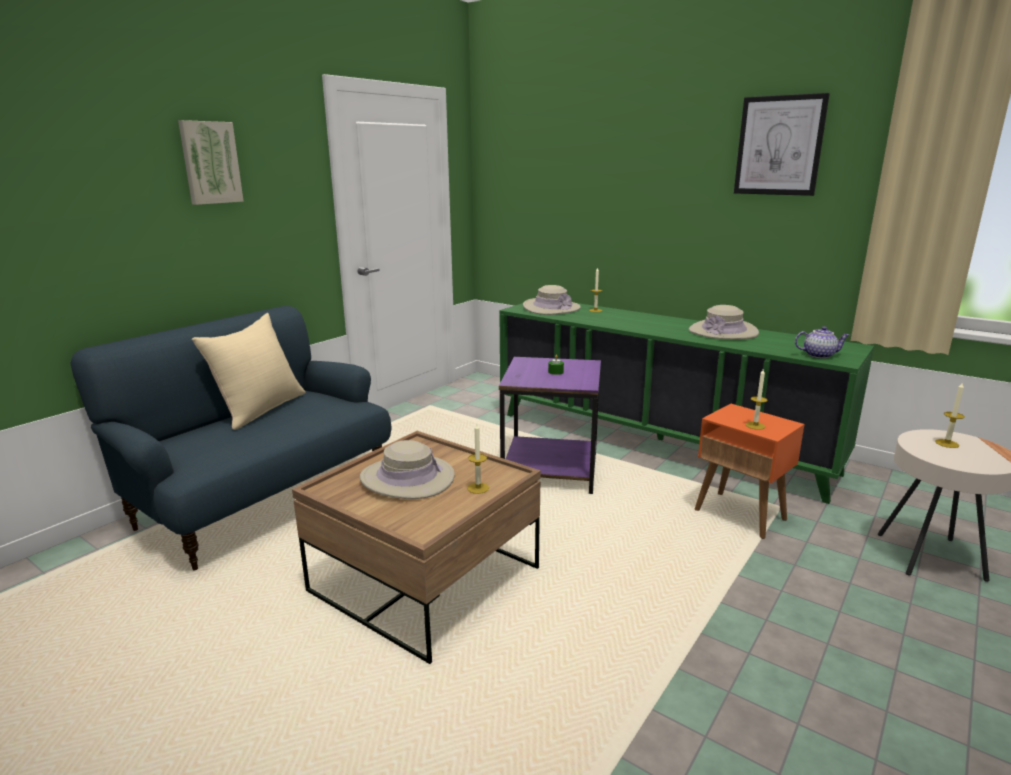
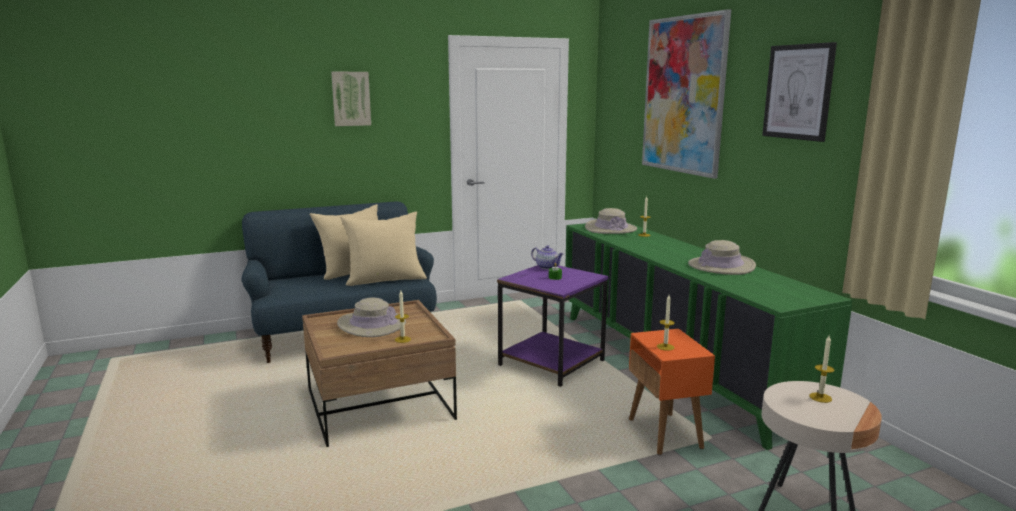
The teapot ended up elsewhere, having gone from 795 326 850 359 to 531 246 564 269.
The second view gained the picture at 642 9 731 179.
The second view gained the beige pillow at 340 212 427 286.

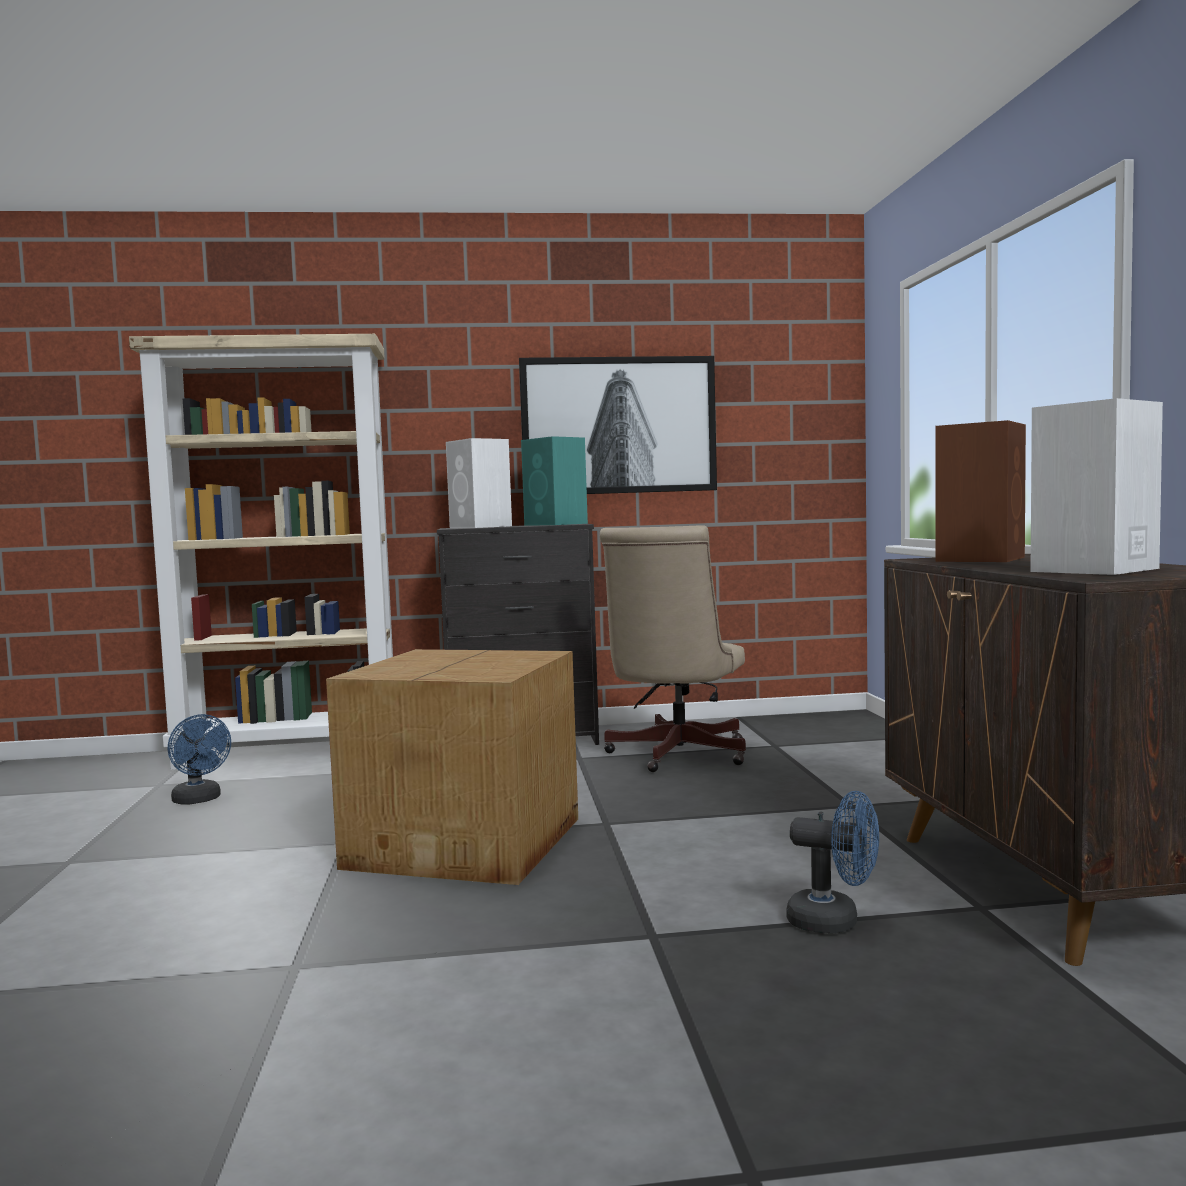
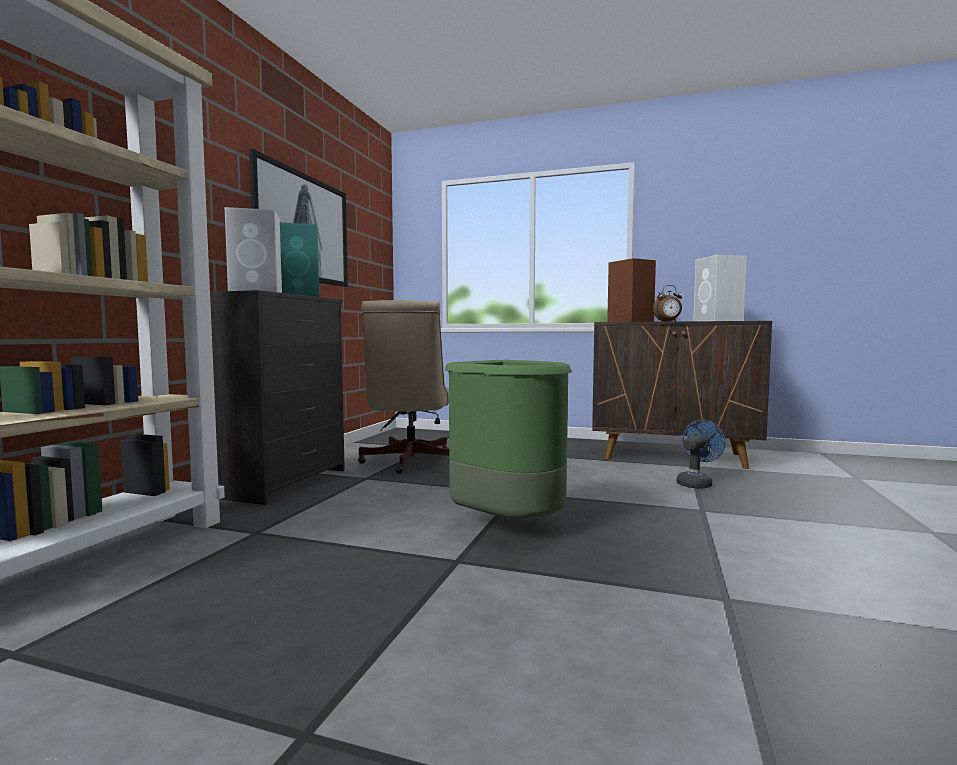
The beige office chair at 600 525 746 772 ended up facing another way, 45 degrees clockwise from before.
Where the cardboard box stood at 326 649 578 885, the green trash can came to stand at 445 360 572 519.
The second view lost the blue fan at 168 714 231 805.
The second view gained the alarm clock at 653 285 682 322.

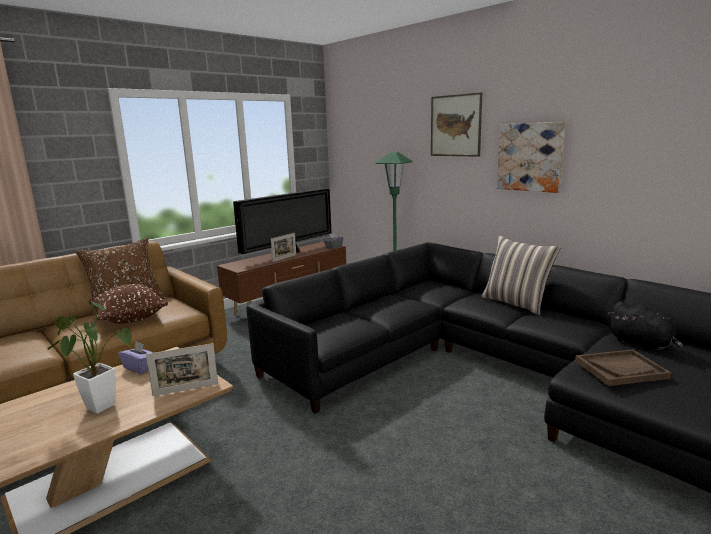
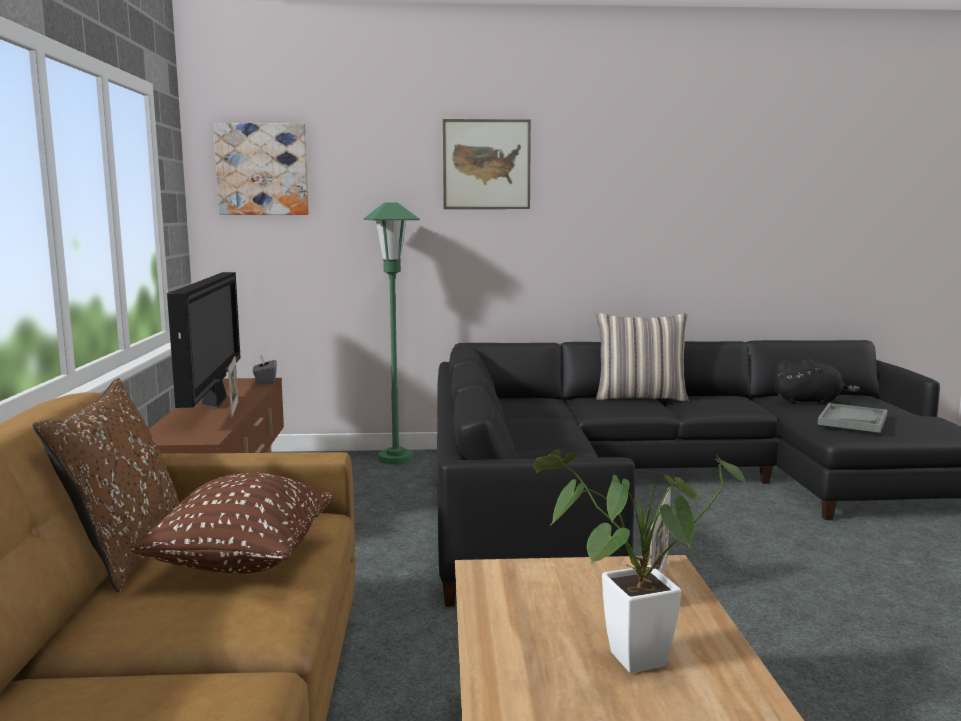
The picture ended up elsewhere, having gone from 497 122 565 193 to 213 123 309 215.
The second view lost the purple tissue box at 118 341 153 374.
What was the brown tray at 575 349 671 386 turned into the grey tray at 818 403 888 433.

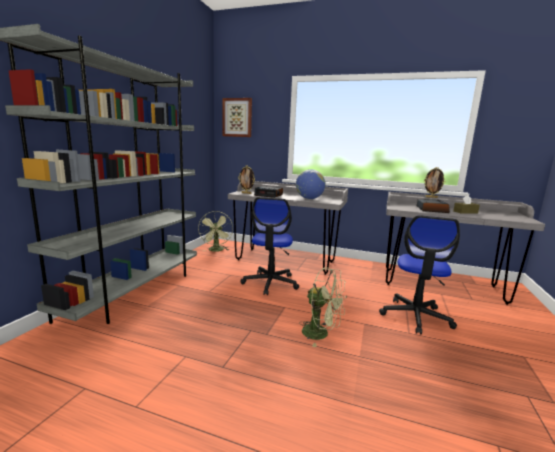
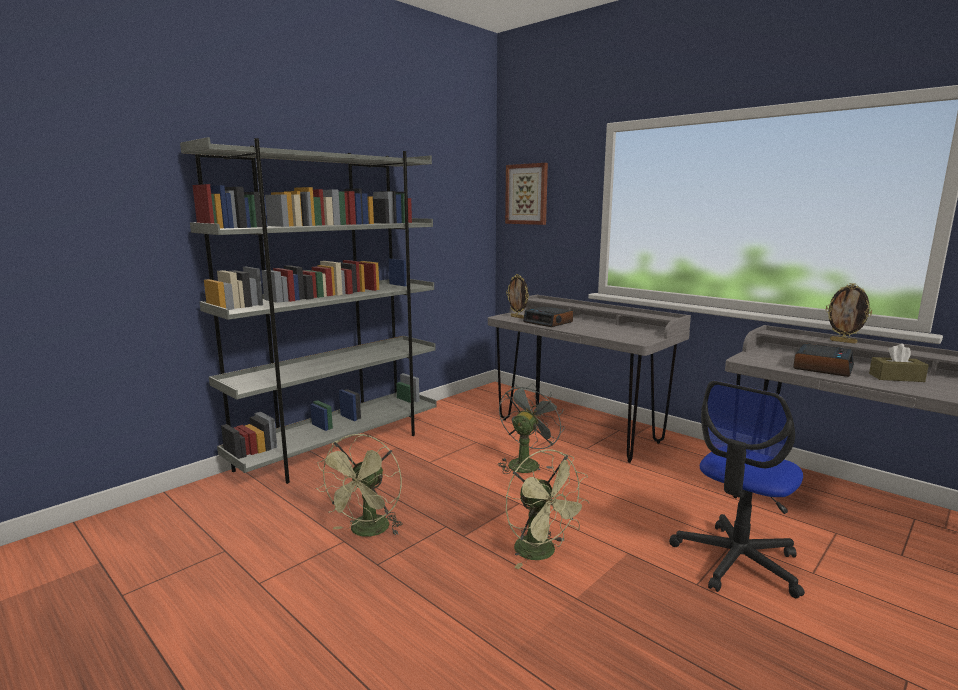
The second view lost the globe at 296 169 326 199.
Where the office chair stood at 240 197 299 295, the grey fan came to stand at 498 383 565 474.
The green fan ended up elsewhere, having gone from 198 211 233 252 to 316 434 403 537.

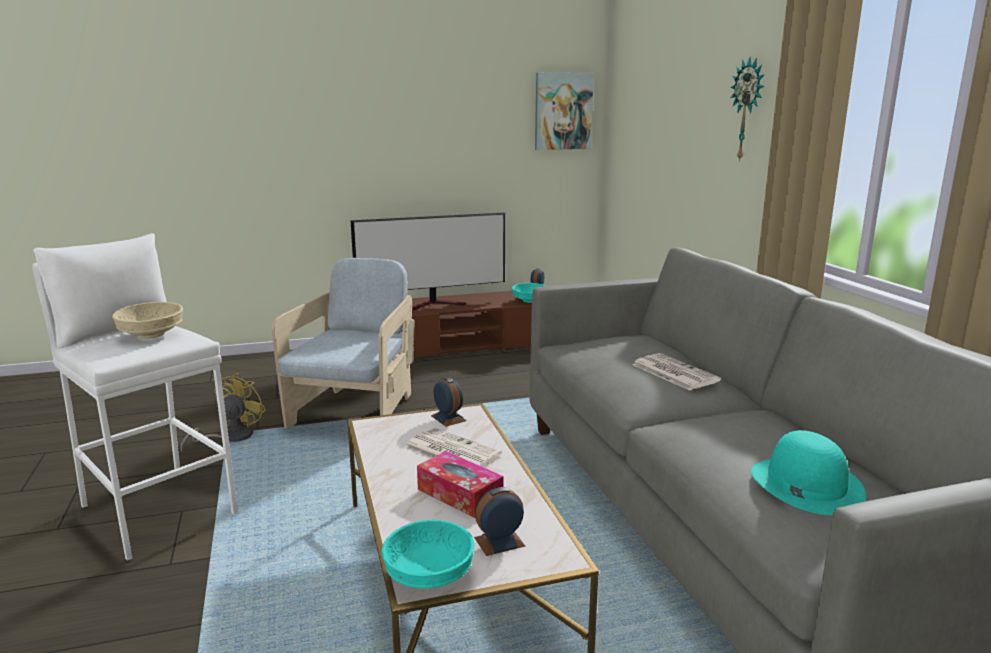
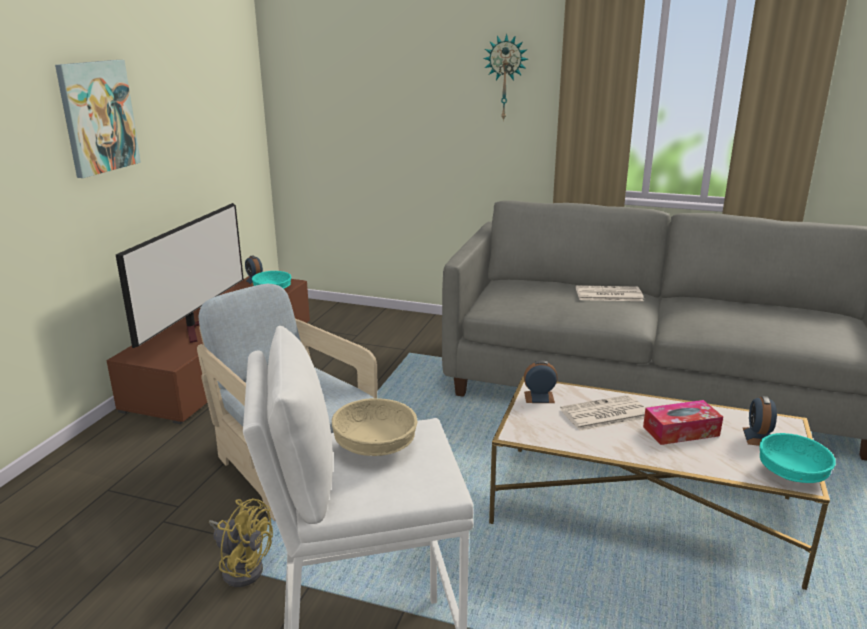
The picture ended up elsewhere, having gone from 535 73 594 150 to 55 60 141 178.
The yellow fan at 180 373 266 452 ended up facing another way, 150 degrees clockwise from before.
The second view lost the turquoise hat at 751 430 866 515.

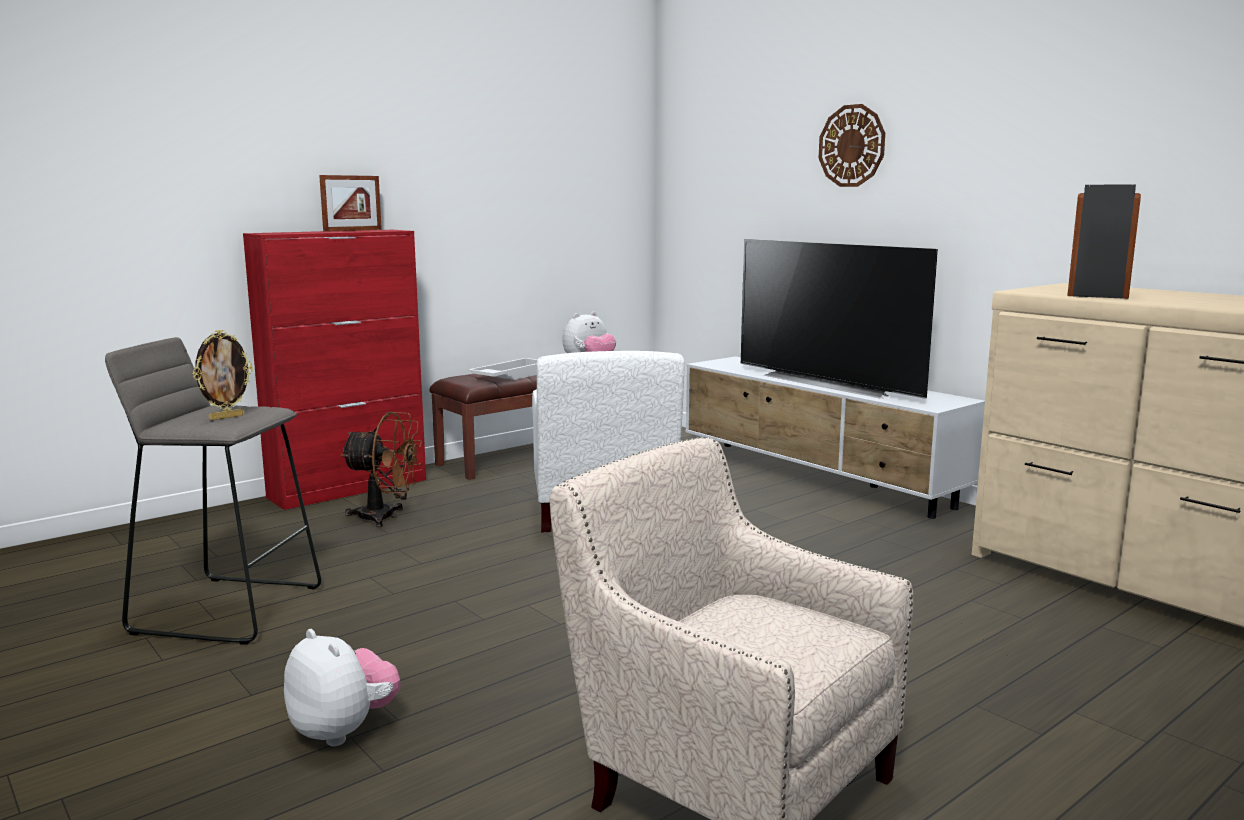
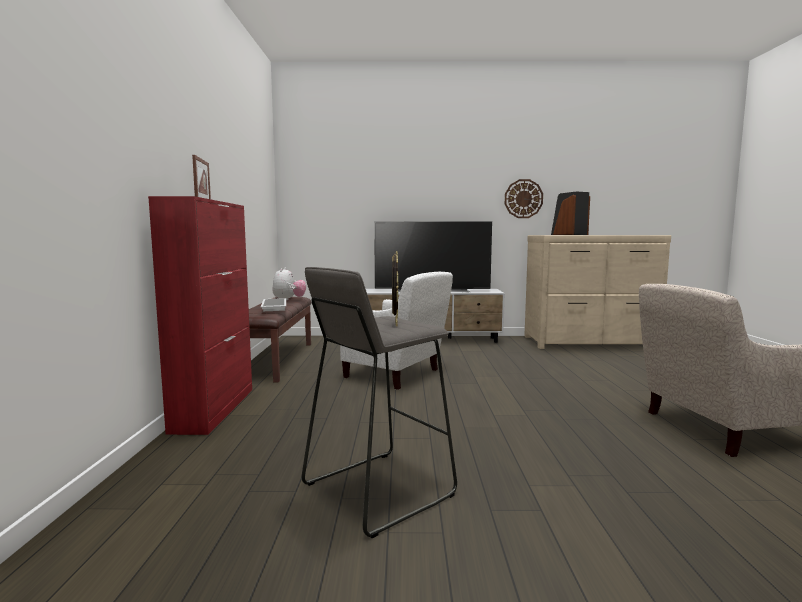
The wall clock ended up elsewhere, having gone from 819 104 885 187 to 505 179 543 218.
The second view lost the brown fan at 340 412 422 527.
The second view lost the plush toy at 284 629 401 746.

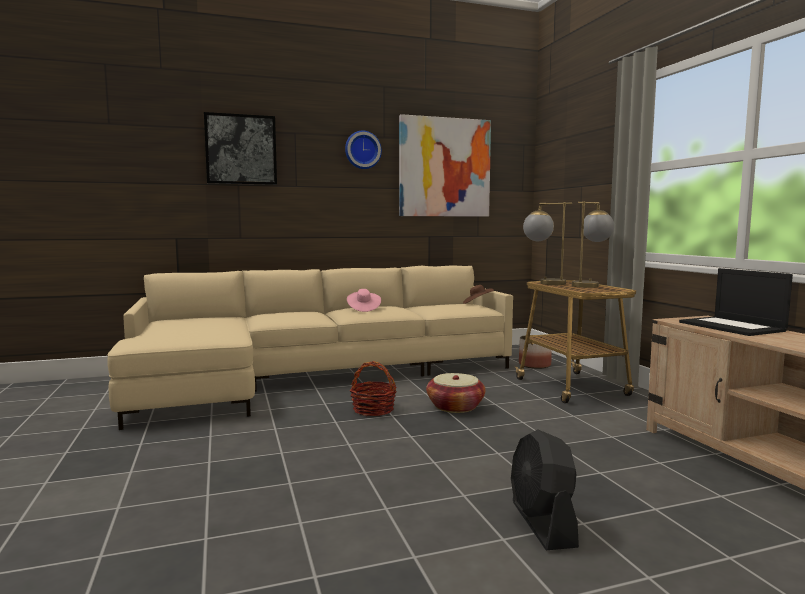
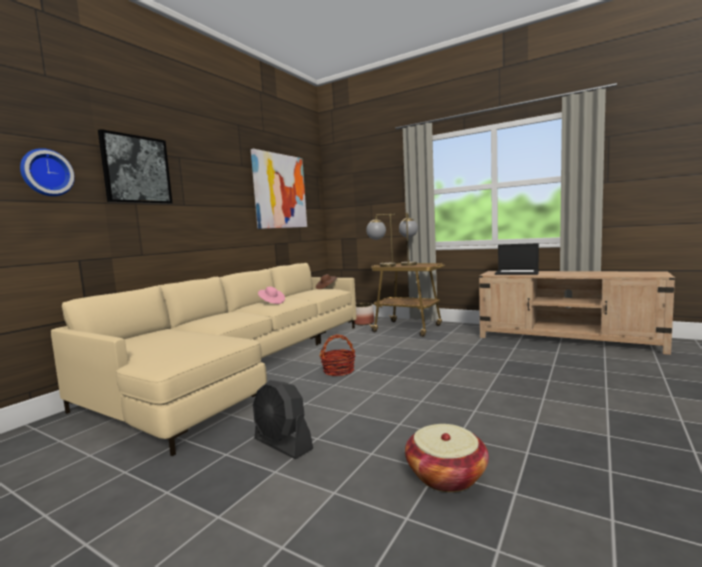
The wall clock ended up elsewhere, having gone from 345 130 382 169 to 20 148 75 196.
The basket ended up elsewhere, having gone from 426 373 485 413 to 405 424 489 492.
The black fan ended up elsewhere, having gone from 511 429 579 550 to 253 380 313 459.

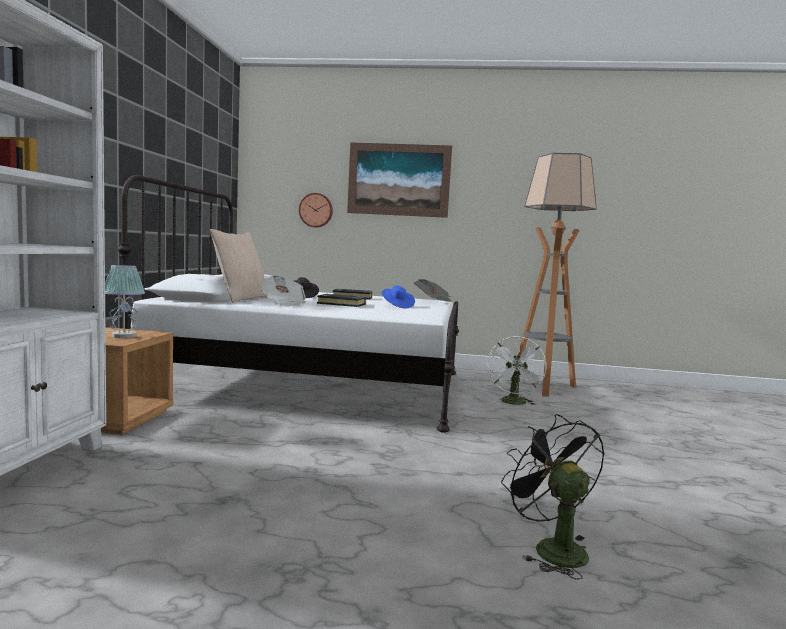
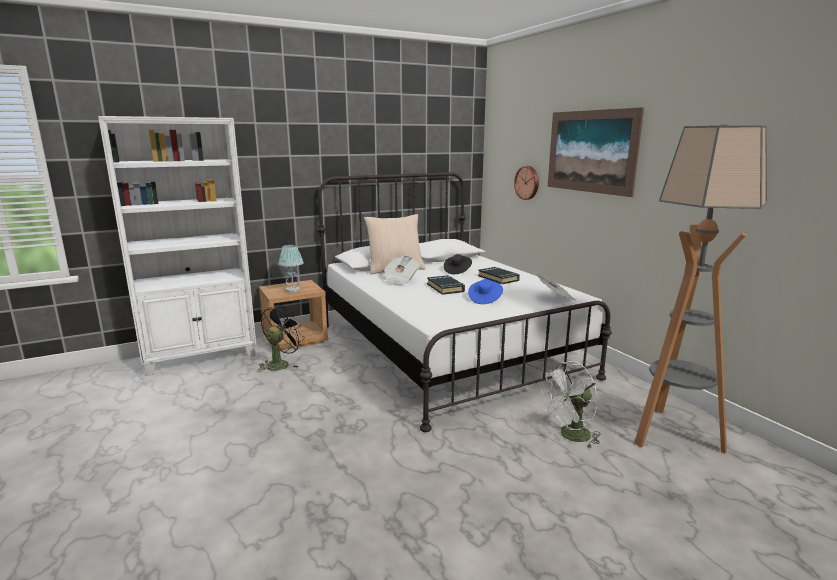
The black fan ended up elsewhere, having gone from 501 414 605 580 to 258 305 305 372.

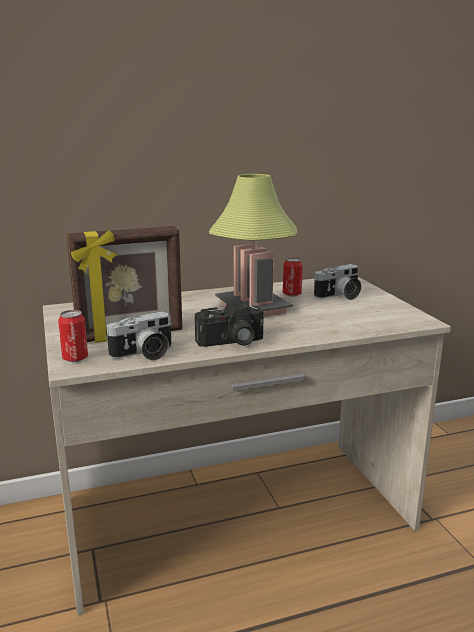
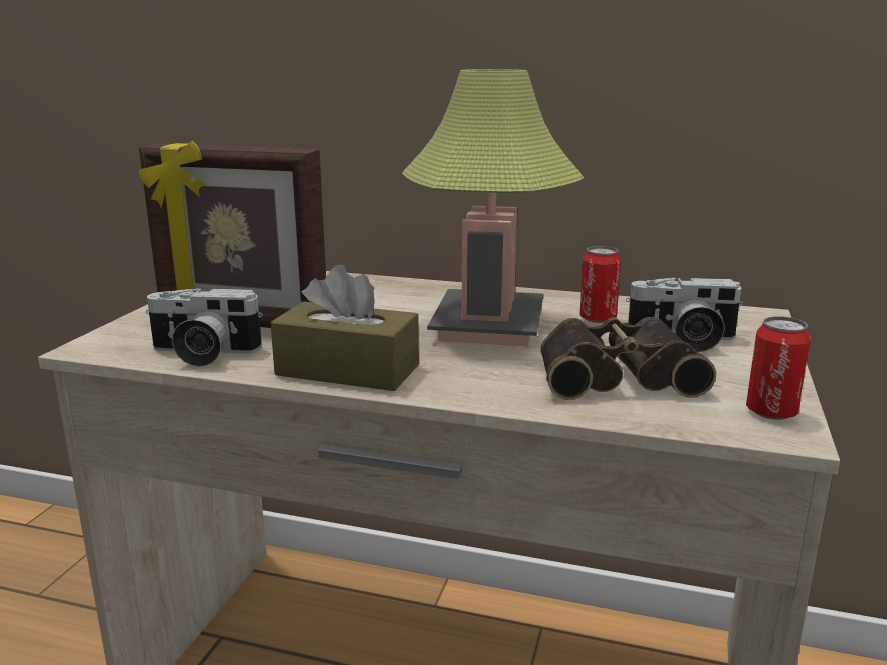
Where the photo camera stood at 195 301 263 347, the brown tissue box came to stand at 271 264 419 391.
The can ended up elsewhere, having gone from 58 310 88 362 to 746 316 811 420.
The second view gained the binoculars at 541 317 716 400.

